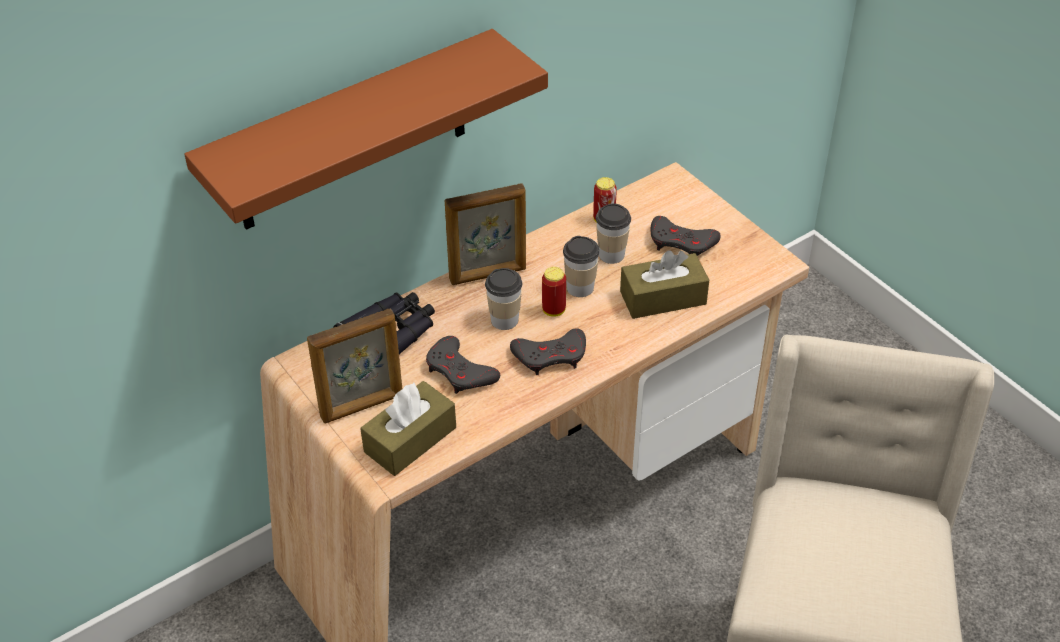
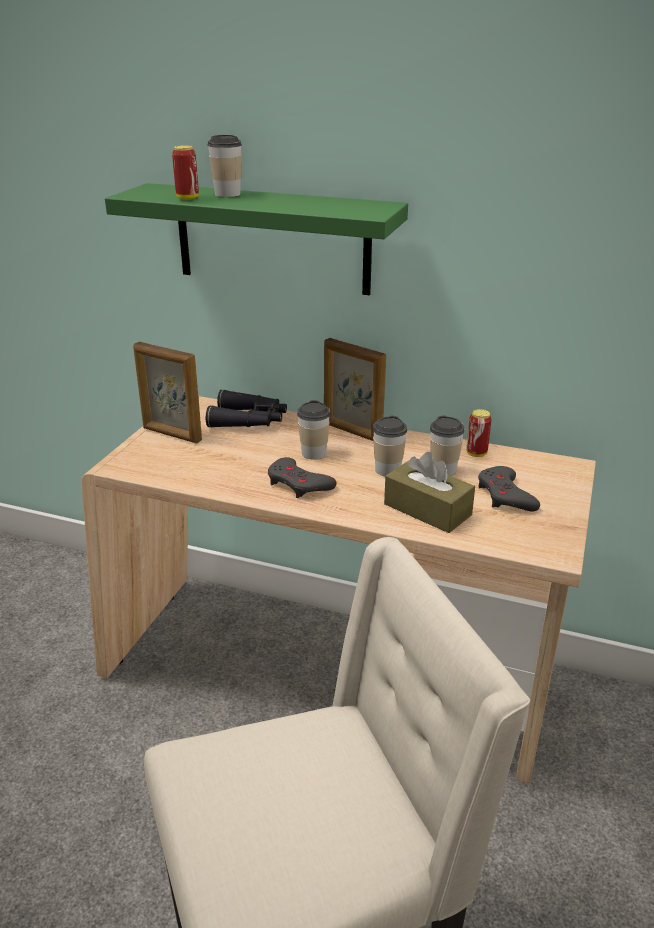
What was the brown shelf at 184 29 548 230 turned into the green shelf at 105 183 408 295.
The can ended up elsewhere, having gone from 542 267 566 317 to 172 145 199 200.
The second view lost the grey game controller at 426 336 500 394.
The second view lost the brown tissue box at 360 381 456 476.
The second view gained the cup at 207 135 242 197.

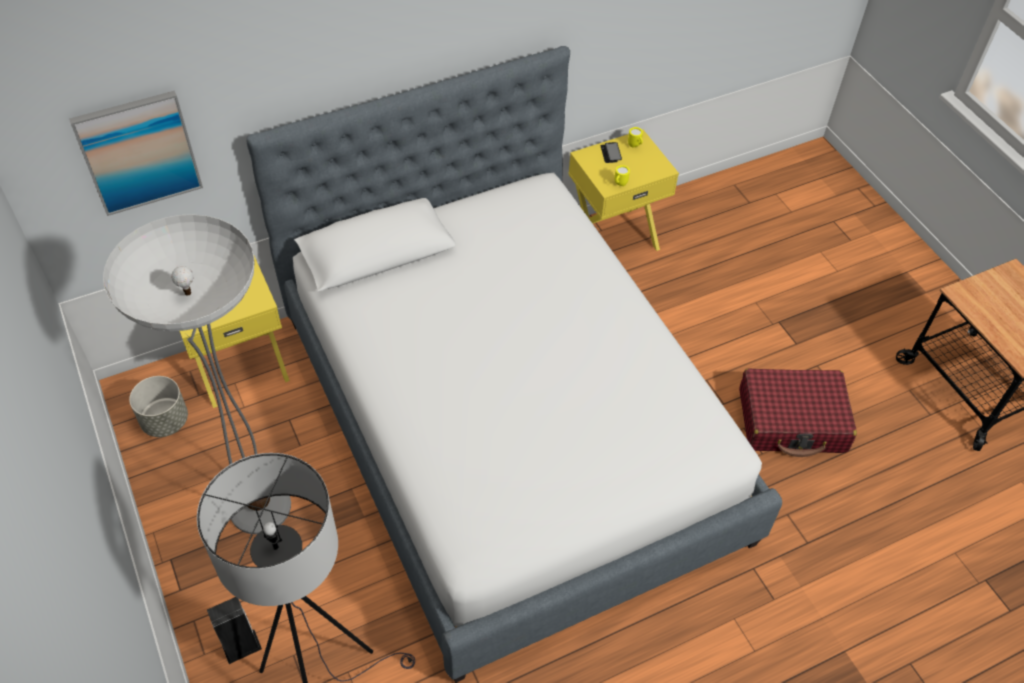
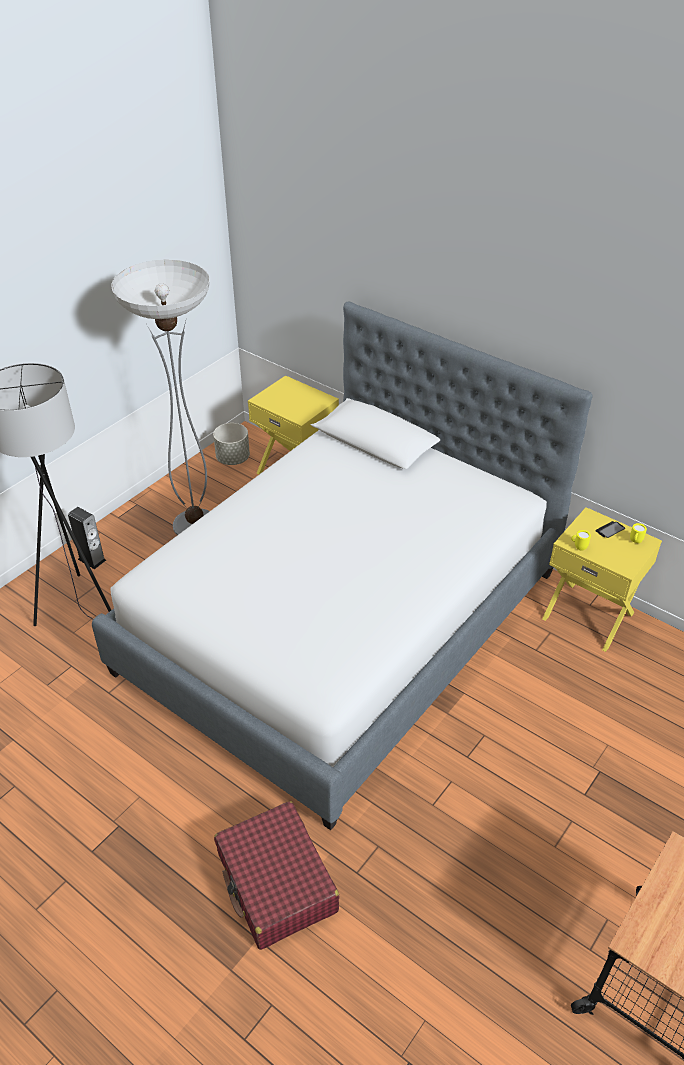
The second view lost the picture at 69 91 203 216.
The red suitcase ended up elsewhere, having gone from 739 368 857 457 to 214 801 340 950.

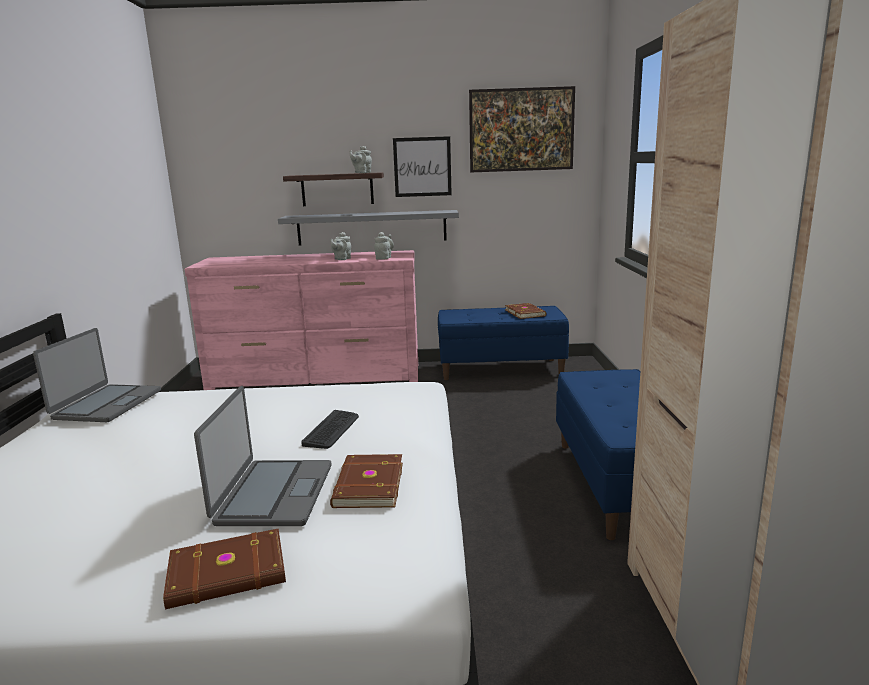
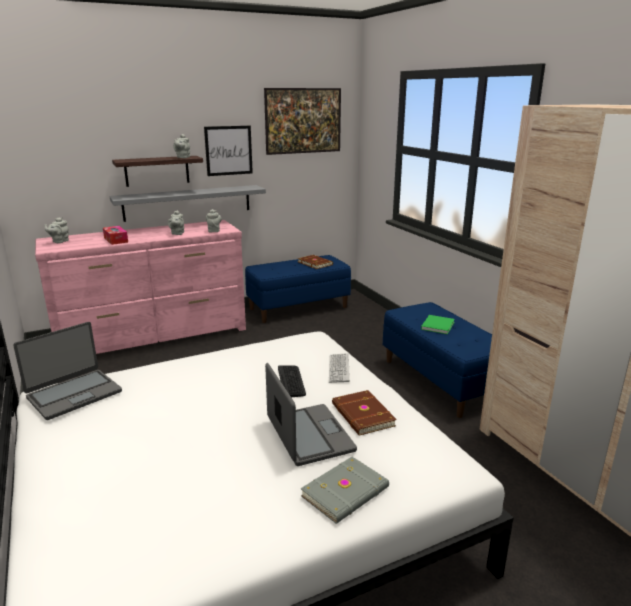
The laptop at 33 328 161 422 ended up facing another way, 60 degrees clockwise from before.
What was the brown book at 163 528 286 609 turned into the grey book at 301 457 389 524.
The second view gained the grey teapot at 44 217 69 243.
The second view gained the tissue box at 103 226 128 245.
The second view gained the green book at 421 315 455 334.
The second view gained the keyboard at 329 353 350 383.

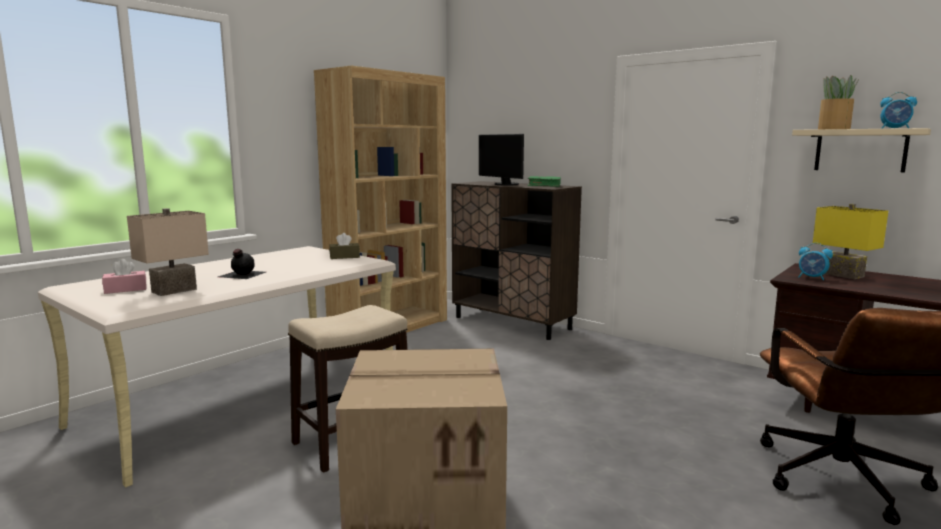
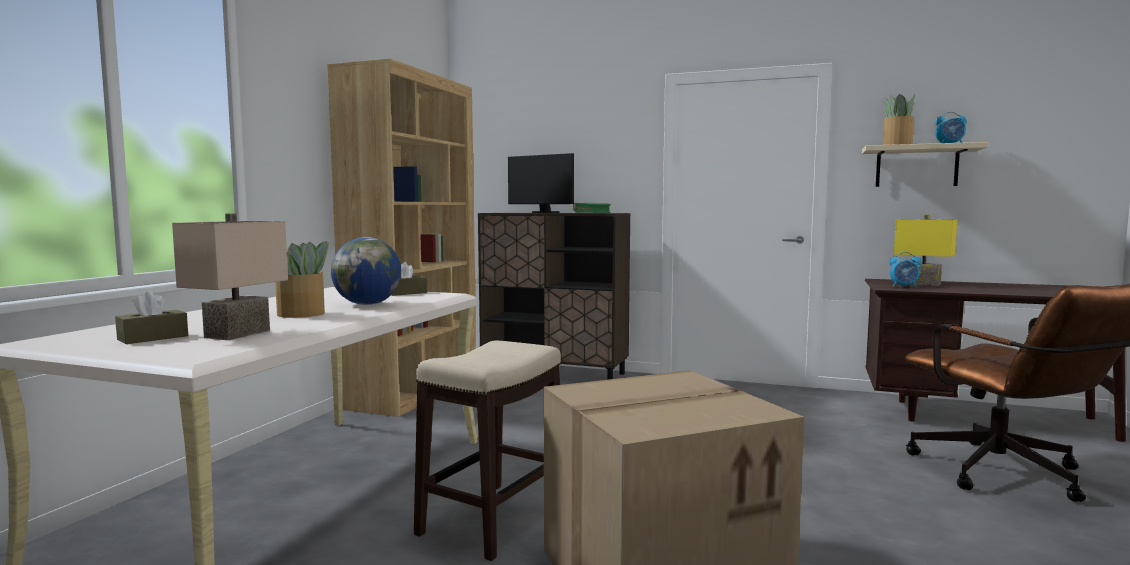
Where the black bottle stood at 218 249 266 279, the potted plant came to stand at 275 241 329 318.
What was the pink tissue box at 102 259 147 294 turned into the brown tissue box at 115 291 188 344.
The second view gained the globe at 331 237 402 305.

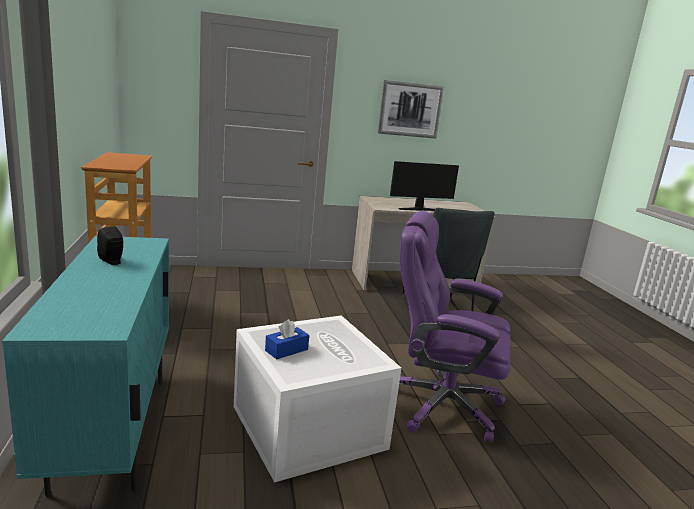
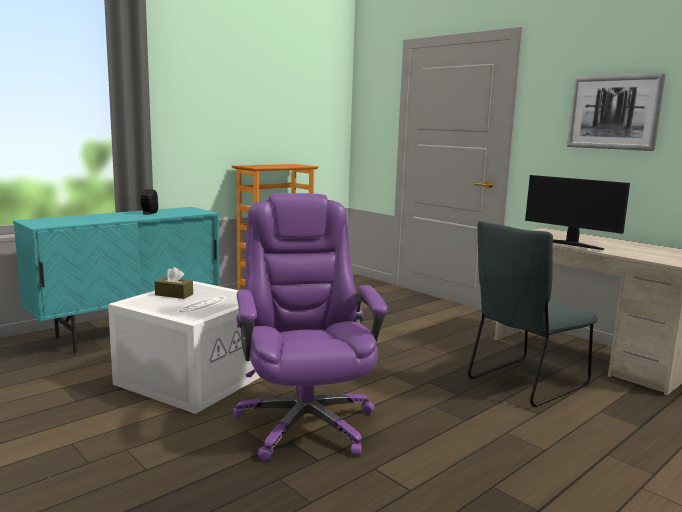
What was the blue tissue box at 265 319 309 359 turned into the brown tissue box at 155 267 193 299.

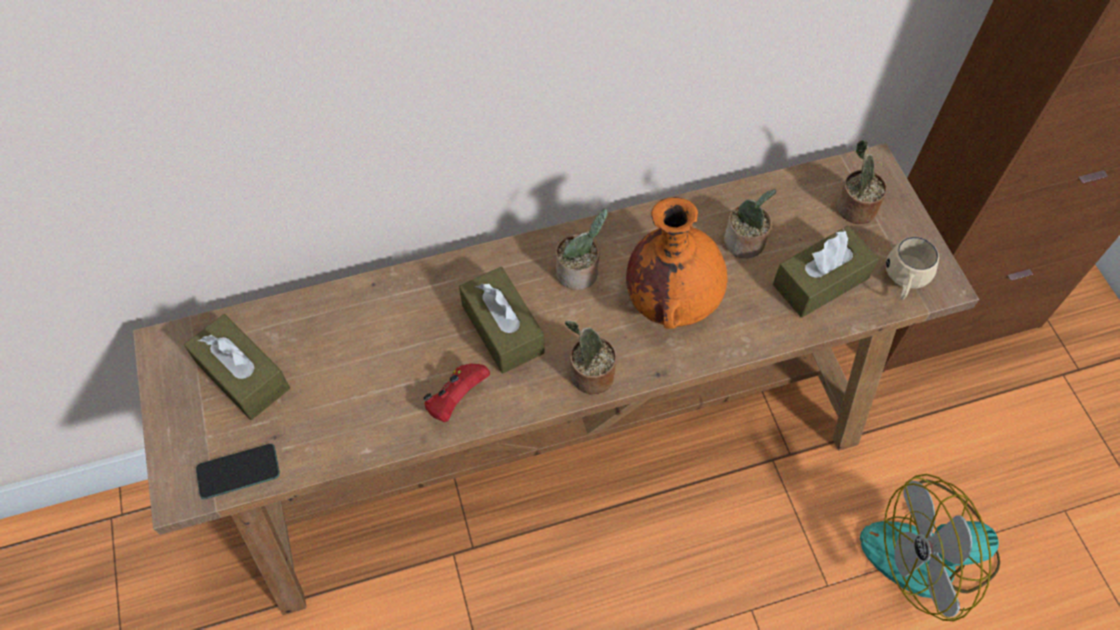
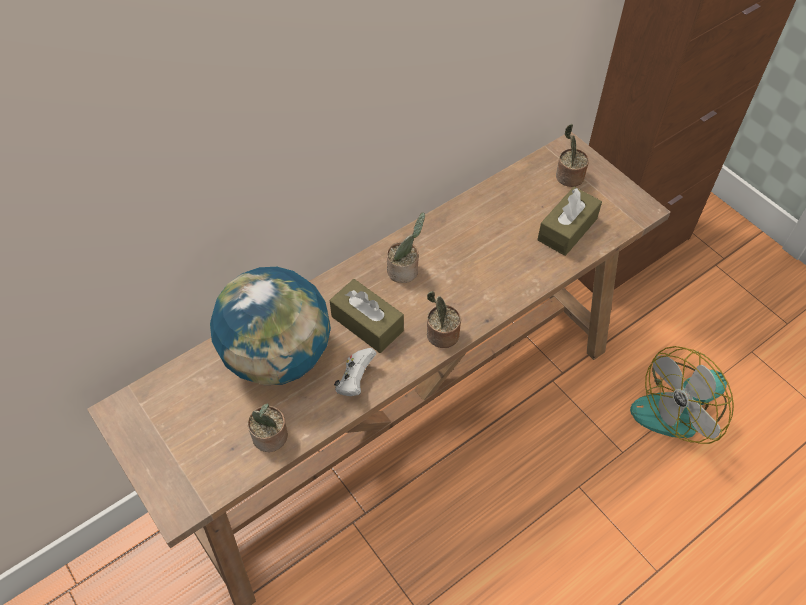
The potted plant ended up elsewhere, having gone from 724 189 776 258 to 248 403 288 452.
The second view lost the orange vase at 626 197 728 329.
The second view lost the beige mug at 886 237 939 300.
The second view lost the brown tissue box at 184 314 290 420.
What was the red game controller at 423 363 490 422 turned into the white game controller at 334 348 377 396.
The second view lost the phone at 196 444 280 499.
The second view gained the globe at 210 267 331 385.

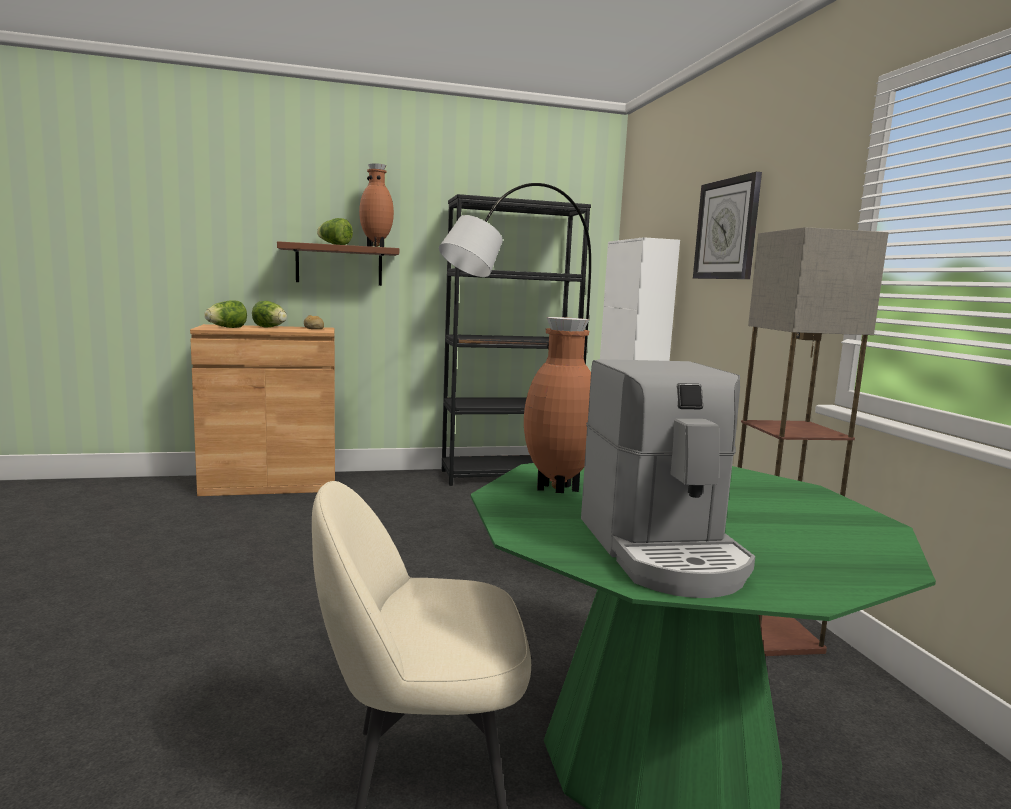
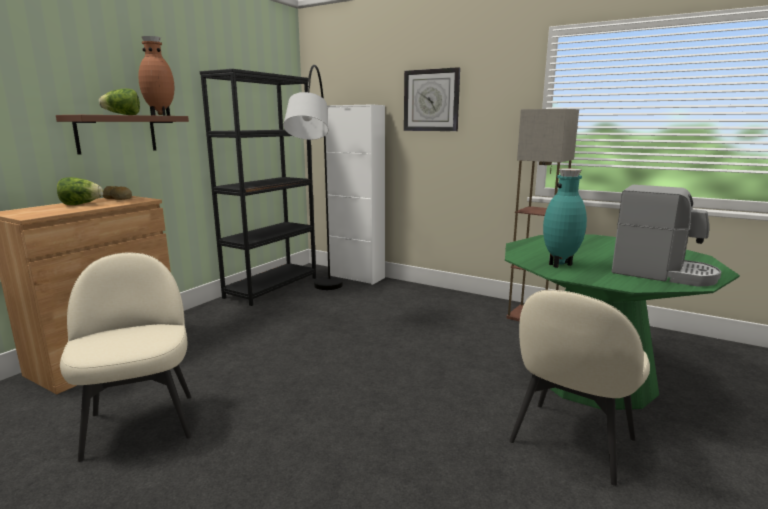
The second view lost the lettuce at 204 300 247 328.
What was the brown vase at 524 317 591 493 turned into the turquoise vase at 543 168 587 268.
The second view gained the beige chair at 60 252 192 462.

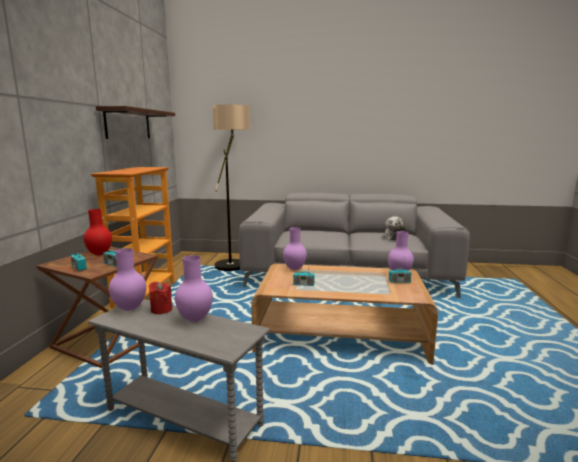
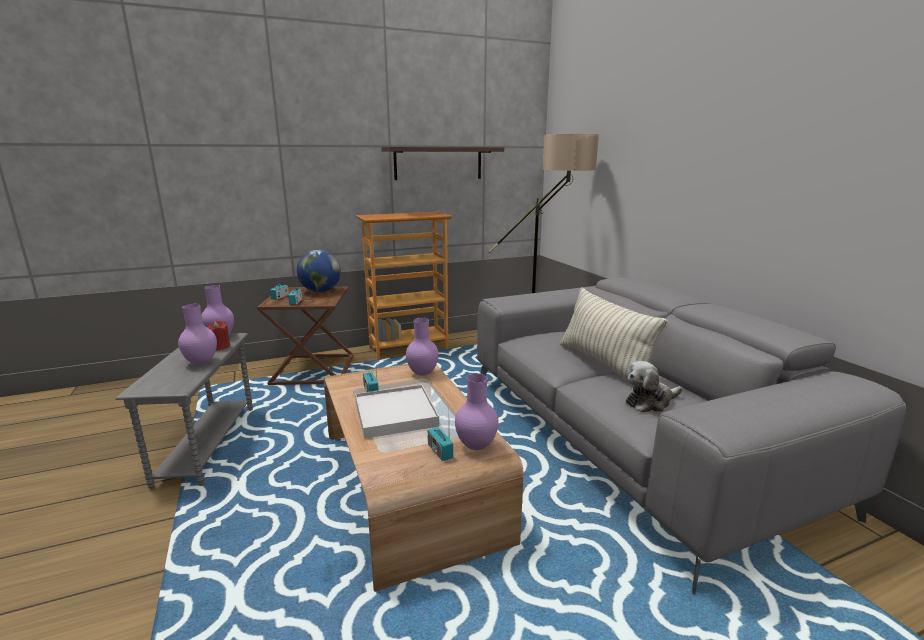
Where the red vase stood at 83 209 112 255, the globe came to stand at 297 250 341 292.
The second view gained the pillow at 560 287 668 381.
The second view gained the white tray at 355 385 439 439.

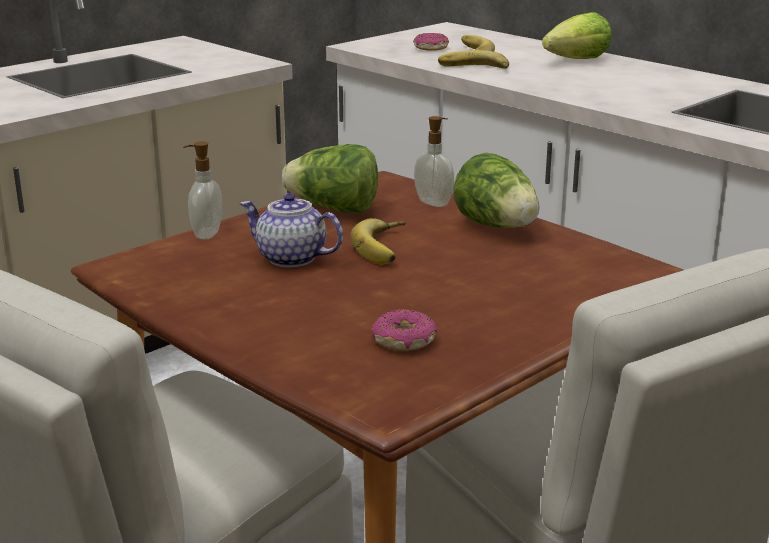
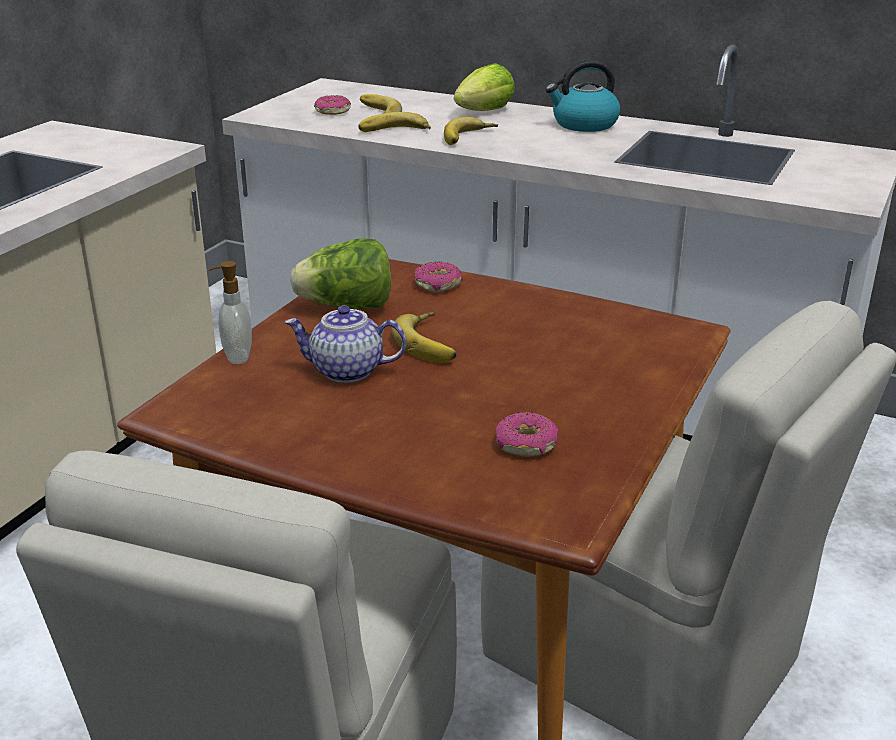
Where the soap dispenser stood at 414 116 455 207, the donut came to stand at 415 261 463 293.
The second view lost the lettuce at 453 153 539 228.
The second view gained the kettle at 546 60 620 132.
The second view gained the banana at 444 117 498 145.

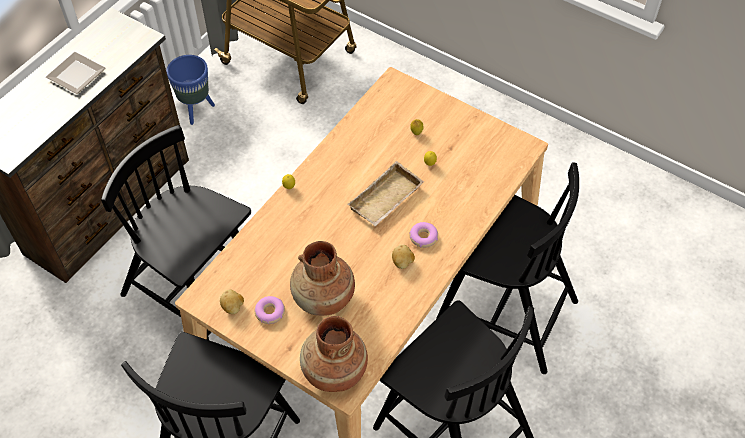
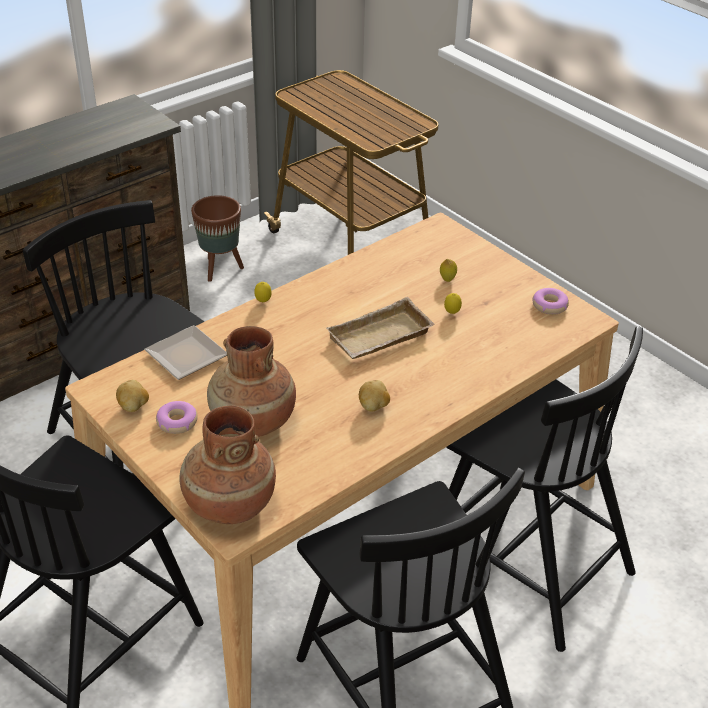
The plate ended up elsewhere, having gone from 46 52 106 94 to 144 325 227 380.
What was the blue planter at 166 55 215 125 turned into the brown planter at 191 195 244 282.
The donut ended up elsewhere, having gone from 409 222 438 248 to 532 288 569 315.

